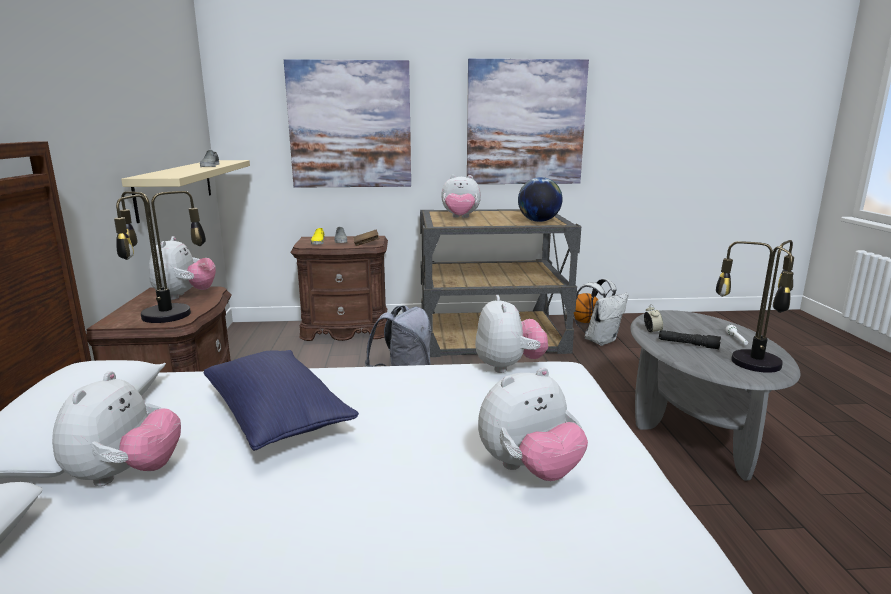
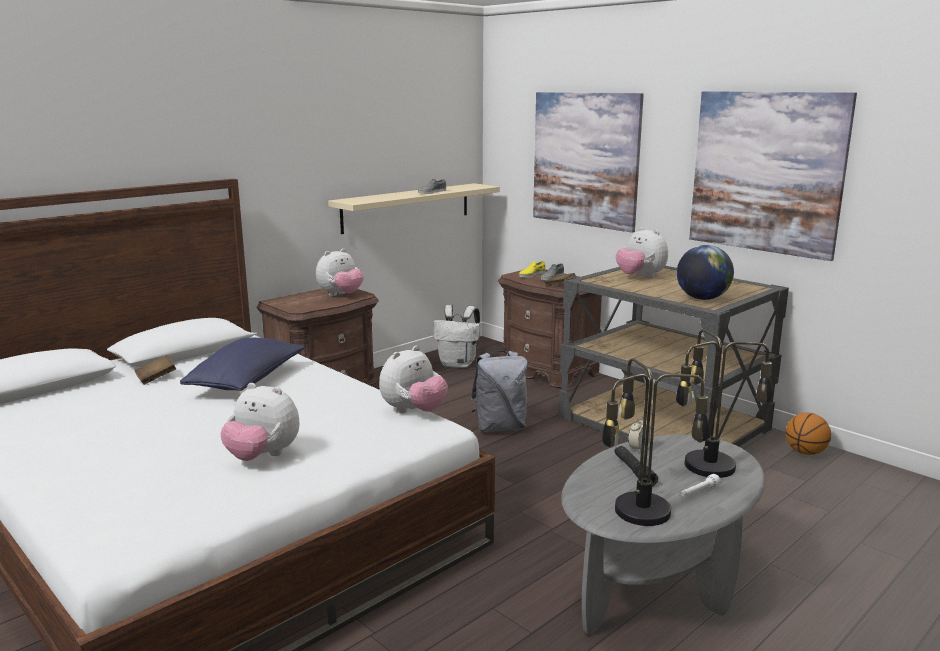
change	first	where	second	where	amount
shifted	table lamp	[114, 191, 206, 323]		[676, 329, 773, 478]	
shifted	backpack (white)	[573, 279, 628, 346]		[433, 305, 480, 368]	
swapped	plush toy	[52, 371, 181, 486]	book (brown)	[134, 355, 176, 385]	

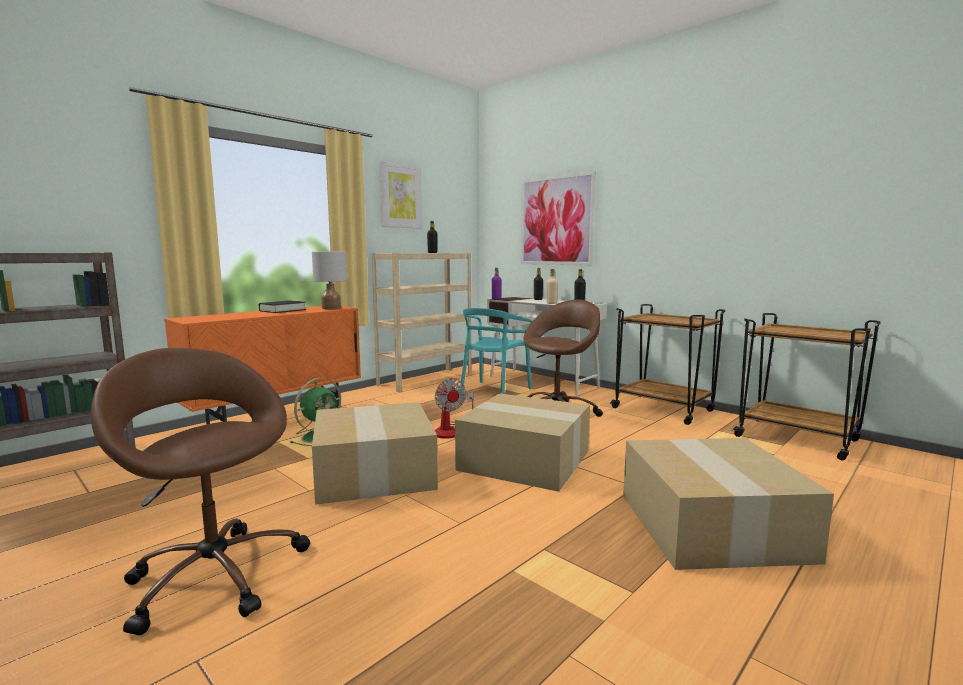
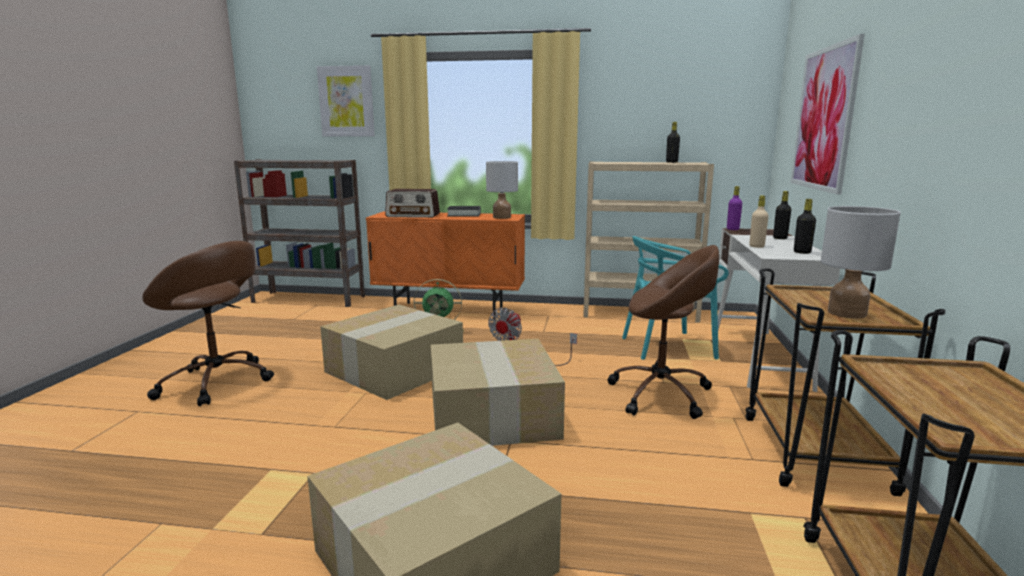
change	first	where	second	where	amount
new			radio	[385, 189, 440, 218]	
new			table lamp (grey)	[821, 206, 901, 319]	
shifted	picture	[379, 161, 423, 229]		[317, 65, 375, 136]	
rotated	office chair (brown)	[91, 348, 310, 635]		[142, 241, 274, 406]	120 degrees clockwise

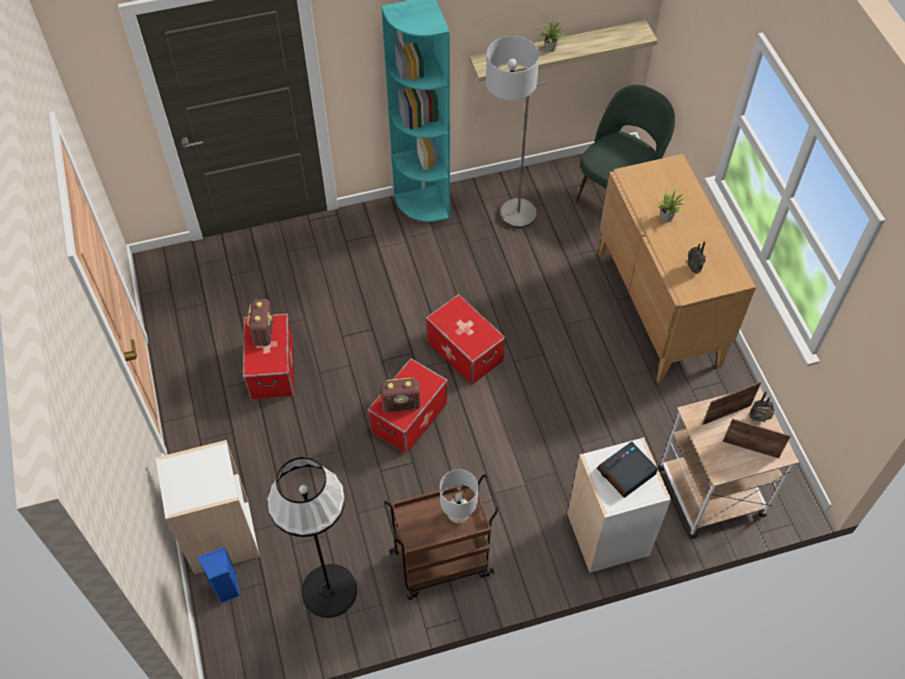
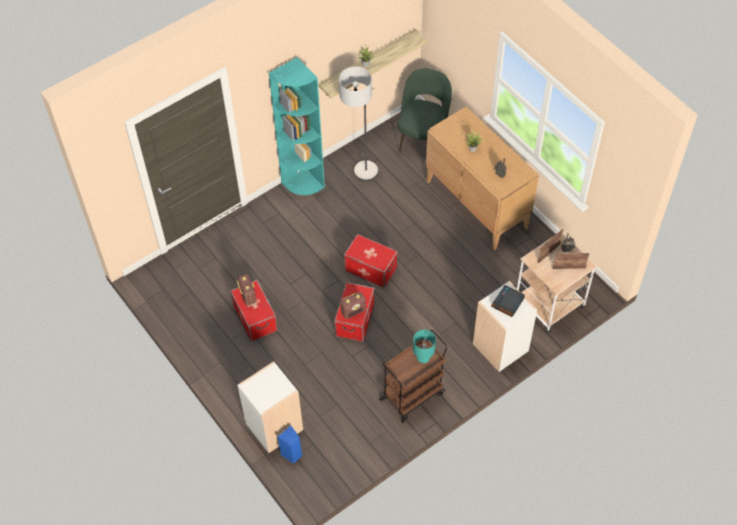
change	first	where	second	where	amount
gone	floor lamp (black)	[267, 457, 357, 618]			
repainted	table lamp (grey)	[440, 469, 478, 523]	table lamp (turquoise)	[413, 330, 436, 363]	

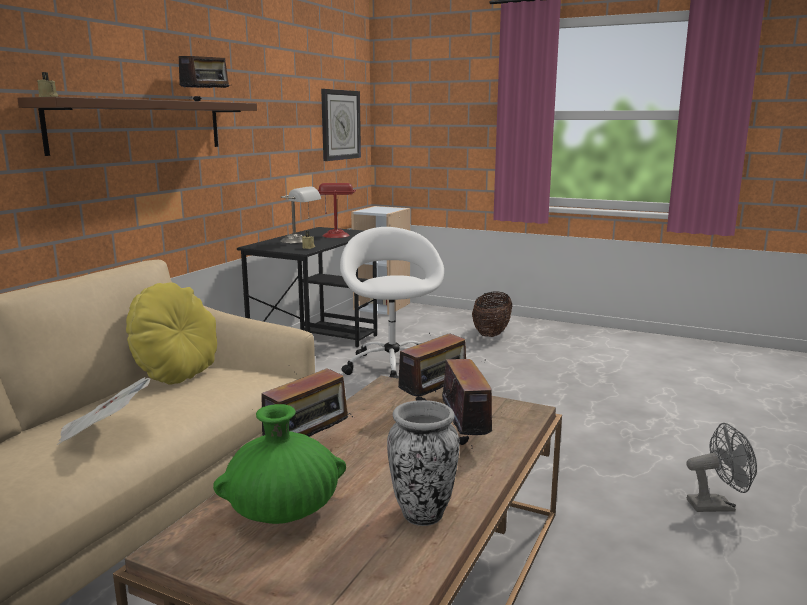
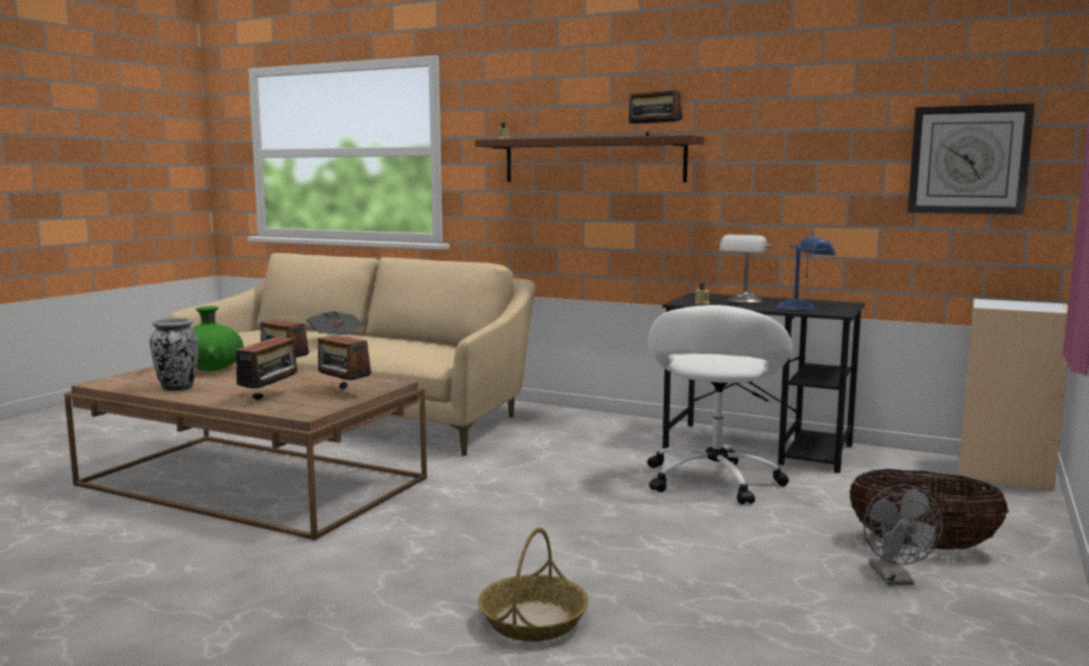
change	first	where	second	where	amount
gone	pillow (yellow)	[126, 282, 217, 385]			
new			basket	[478, 528, 589, 642]	
shifted	fan (grey)	[686, 423, 757, 512]		[863, 484, 943, 585]	
repainted	table lamp (red)	[318, 183, 356, 238]	table lamp (blue)	[776, 236, 836, 310]	
rotated	office chair (white)	[340, 227, 444, 379]		[647, 305, 793, 504]	120 degrees clockwise
rotated	radio	[435, 359, 502, 449]		[236, 329, 302, 400]	60 degrees counterclockwise

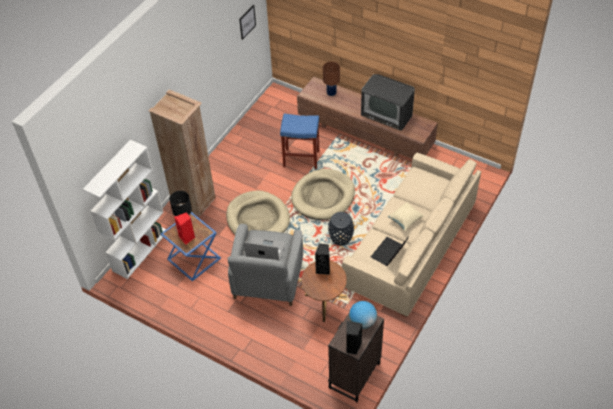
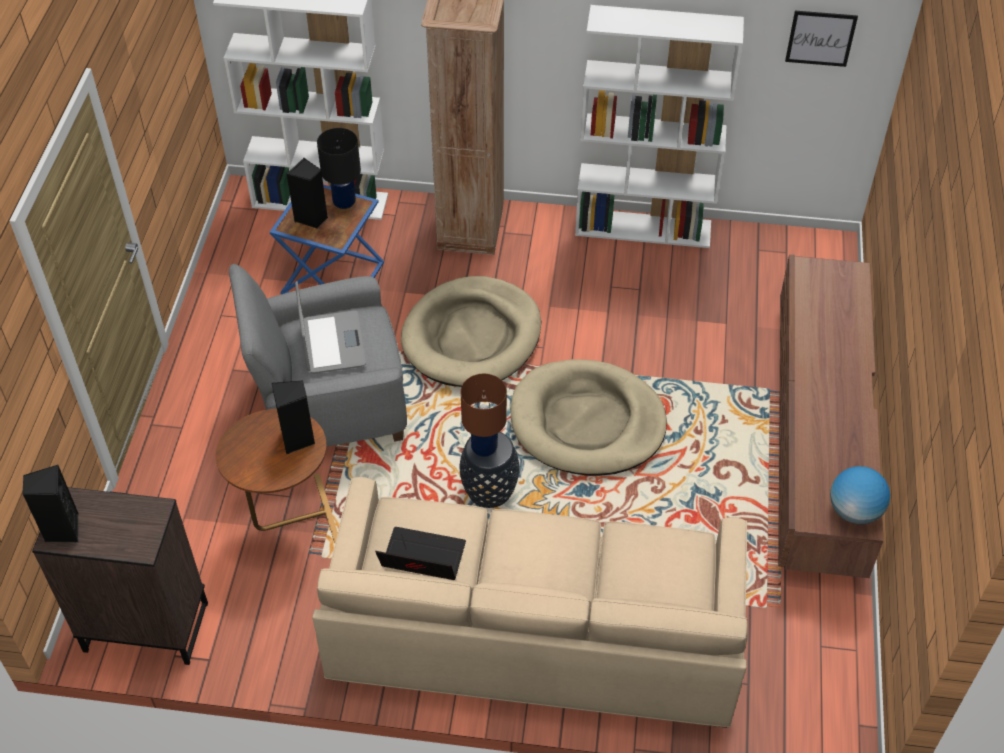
change	first	where	second	where	amount
gone	stool (blue)	[280, 114, 319, 169]			
gone	television	[361, 74, 415, 131]			
gone	pillow (beige)	[388, 202, 424, 231]			
new			bookcase (white)	[575, 5, 744, 248]	
shifted	table lamp (brown)	[323, 62, 340, 96]		[461, 374, 507, 457]	
shifted	globe	[349, 301, 377, 329]		[830, 466, 890, 525]	
repainted	speaker (red)	[174, 212, 195, 245]	speaker (black)	[287, 158, 328, 228]	

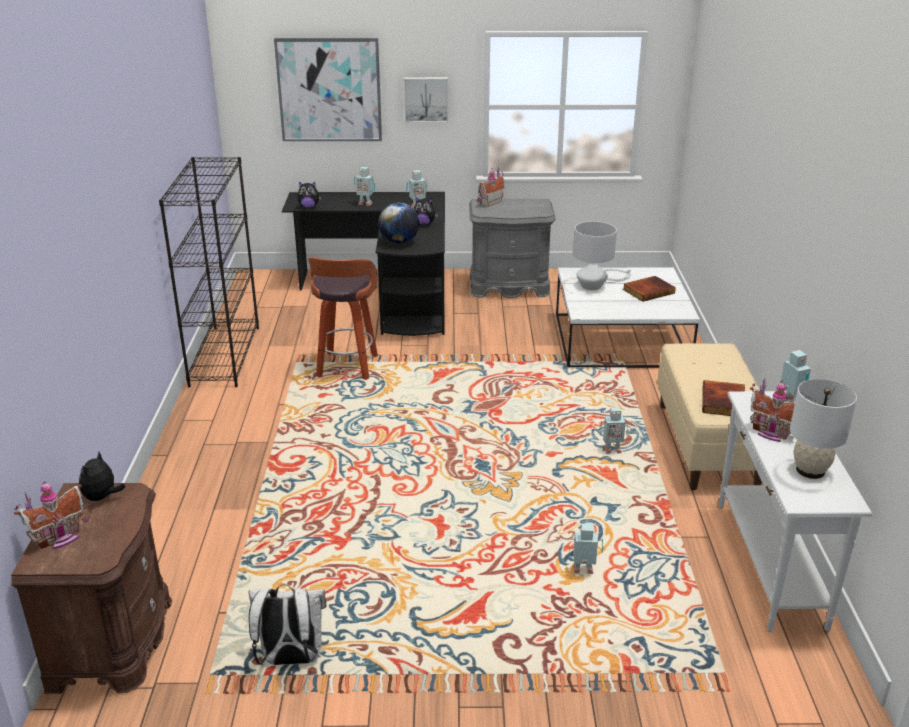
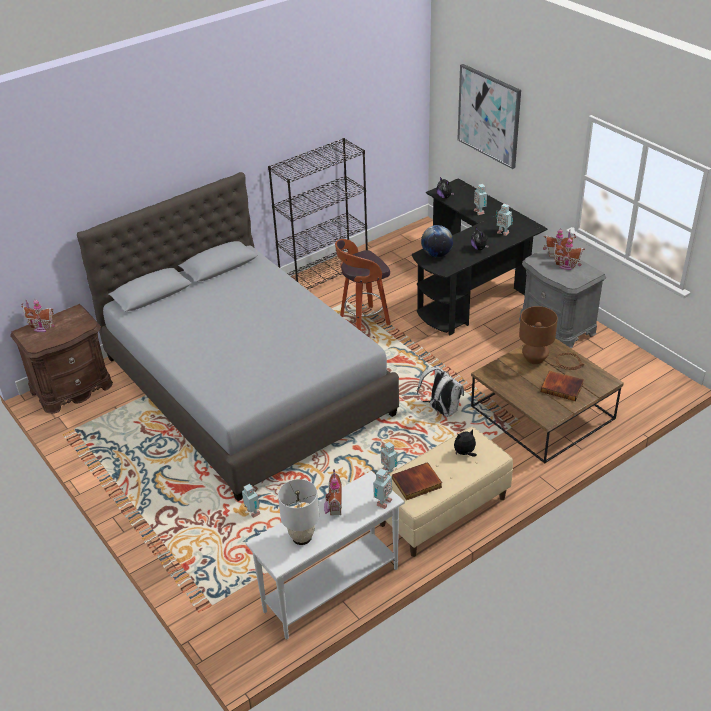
change	first	where	second	where	amount
gone	picture	[404, 77, 448, 123]			
new			bed (grey)	[77, 172, 399, 501]	
new			toy house	[553, 237, 585, 270]	
shifted	plush toy	[79, 452, 125, 501]		[454, 430, 477, 457]	
shifted	backpack (white)	[249, 584, 327, 665]		[417, 366, 464, 417]	
repainted	coffee table (white)	[556, 268, 700, 368]	coffee table (brown)	[471, 338, 624, 463]	
repainted	table lamp (white)	[573, 221, 631, 290]	table lamp (brown)	[519, 306, 584, 370]	

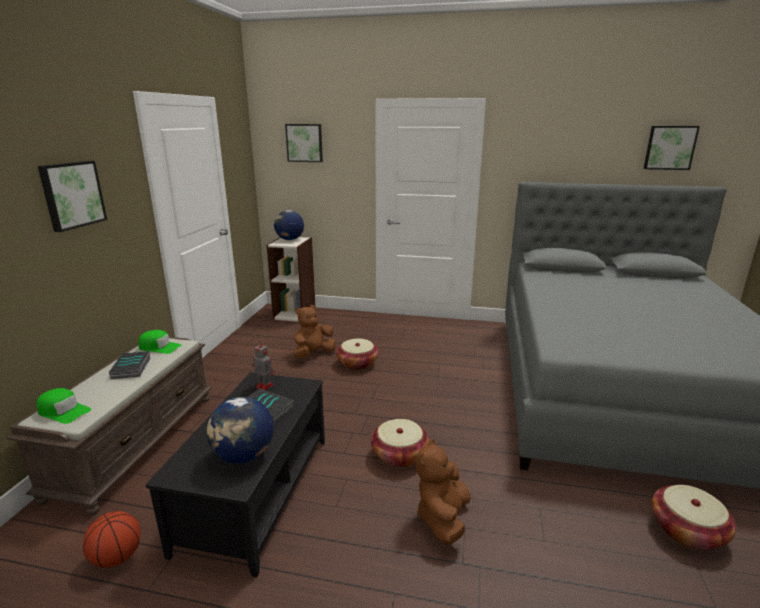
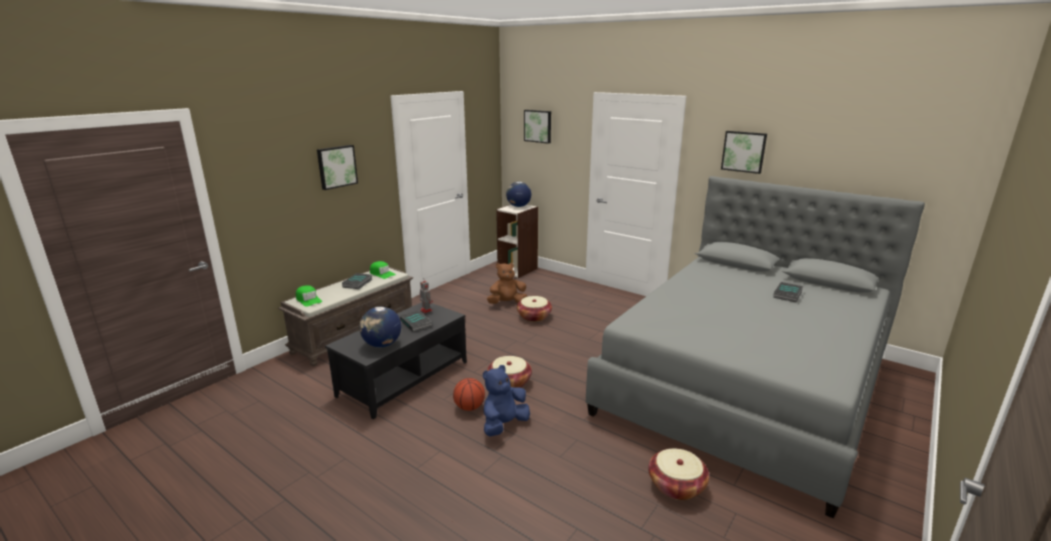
change	first	where	second	where	amount
new			book	[773, 282, 803, 302]	
shifted	basketball	[83, 511, 141, 568]		[453, 378, 485, 411]	
shifted	picture	[644, 126, 700, 170]		[721, 131, 767, 174]	
repainted	plush toy (brown)	[416, 439, 471, 545]	plush toy (blue)	[483, 365, 530, 436]	

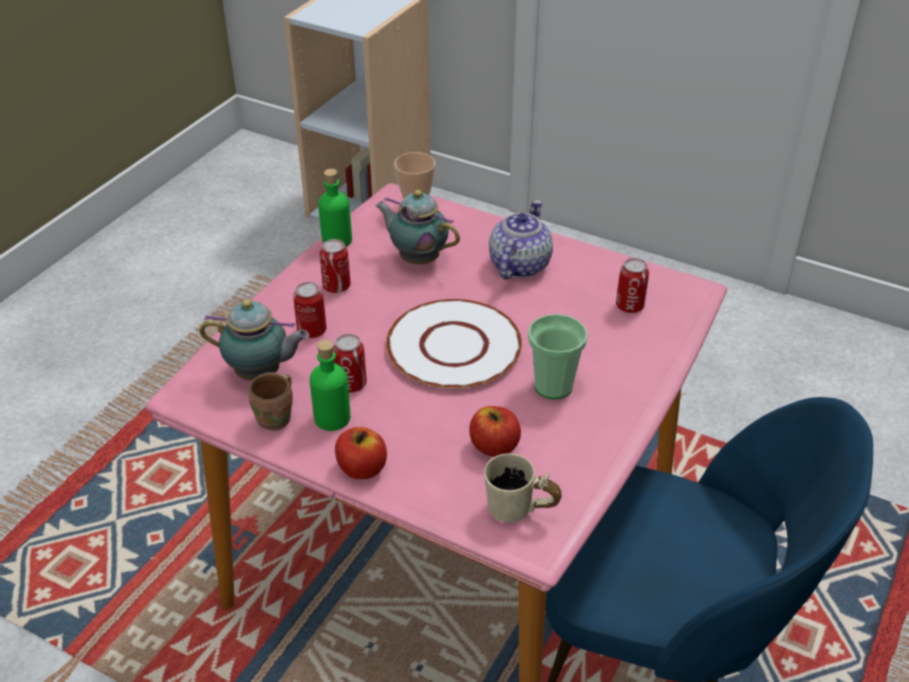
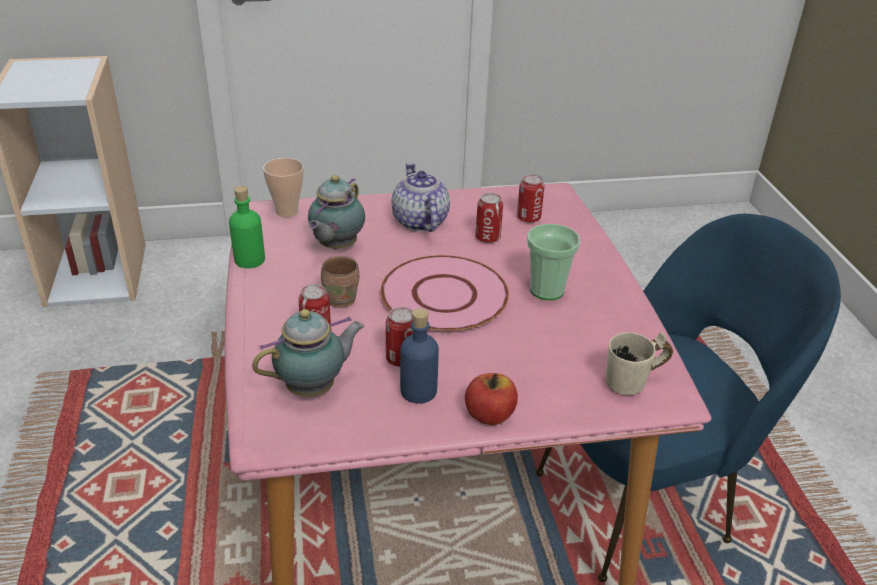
change	first	where	second	where	amount
gone	apple	[469, 406, 521, 457]			
shifted	mug (brown)	[249, 373, 293, 431]		[321, 256, 360, 308]	
shifted	can	[320, 239, 351, 293]		[475, 193, 503, 243]	
repainted	bottle (green)	[310, 340, 350, 431]	bottle (blue)	[400, 308, 439, 404]	
repainted	plate (white)	[386, 299, 522, 389]	plate (pink)	[381, 255, 509, 332]	
rotated	teapot	[375, 190, 460, 264]		[308, 175, 365, 249]	60 degrees counterclockwise

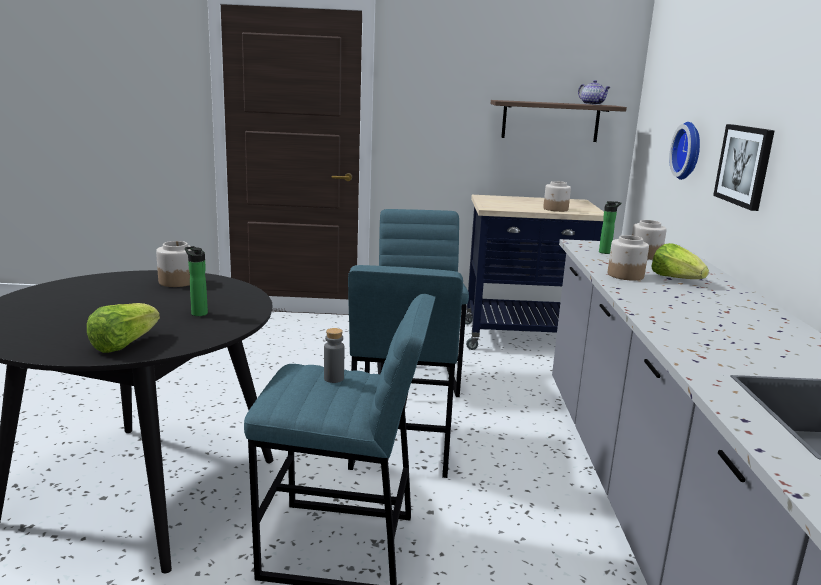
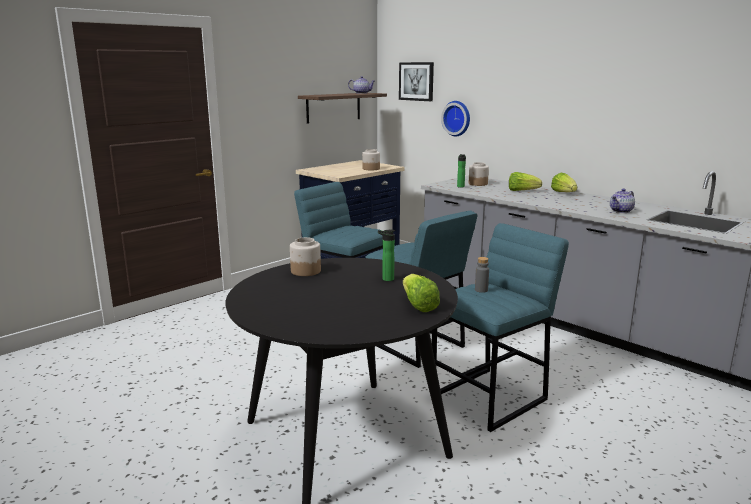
change	first	where	second	where	amount
gone	jar	[608, 235, 649, 280]			
new			lettuce	[551, 173, 577, 192]	
new			teapot	[610, 189, 635, 213]	
shifted	picture	[713, 124, 775, 211]		[399, 62, 434, 101]	

